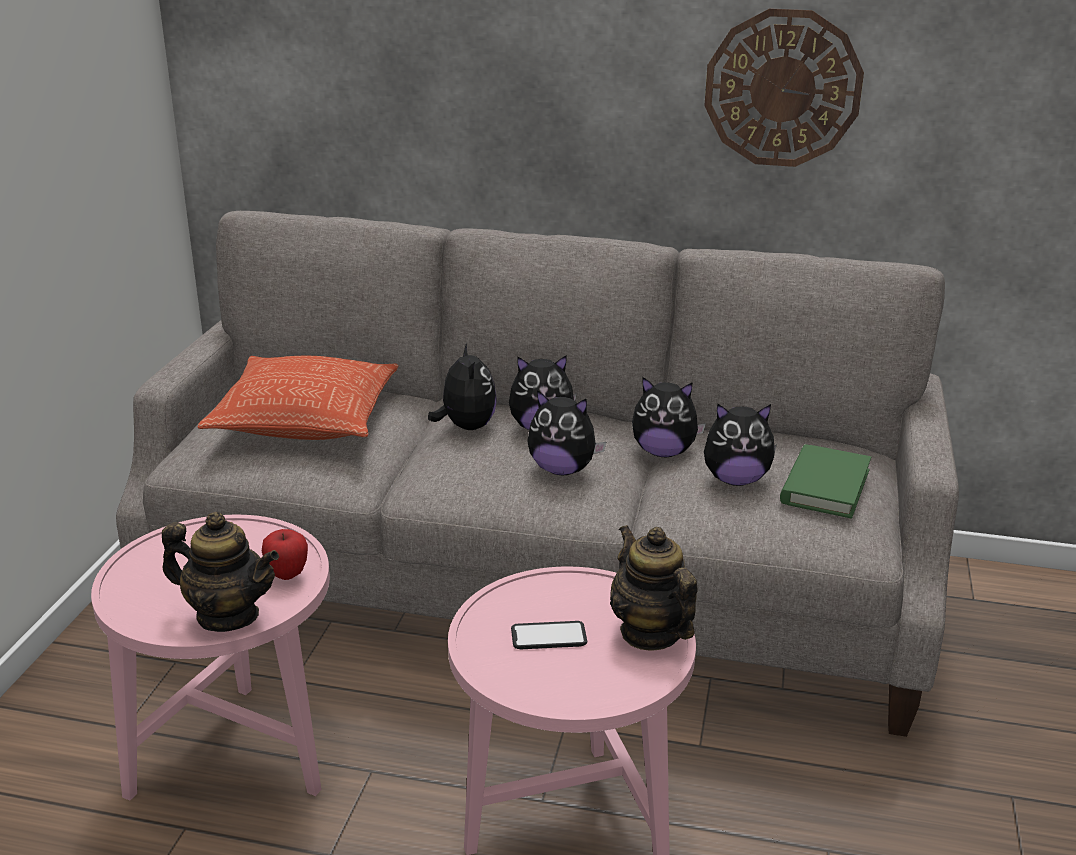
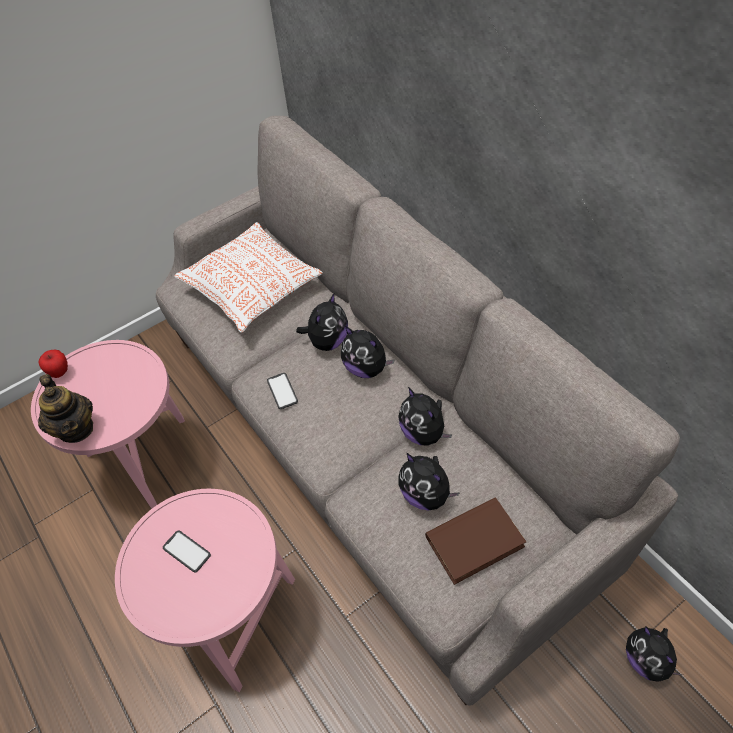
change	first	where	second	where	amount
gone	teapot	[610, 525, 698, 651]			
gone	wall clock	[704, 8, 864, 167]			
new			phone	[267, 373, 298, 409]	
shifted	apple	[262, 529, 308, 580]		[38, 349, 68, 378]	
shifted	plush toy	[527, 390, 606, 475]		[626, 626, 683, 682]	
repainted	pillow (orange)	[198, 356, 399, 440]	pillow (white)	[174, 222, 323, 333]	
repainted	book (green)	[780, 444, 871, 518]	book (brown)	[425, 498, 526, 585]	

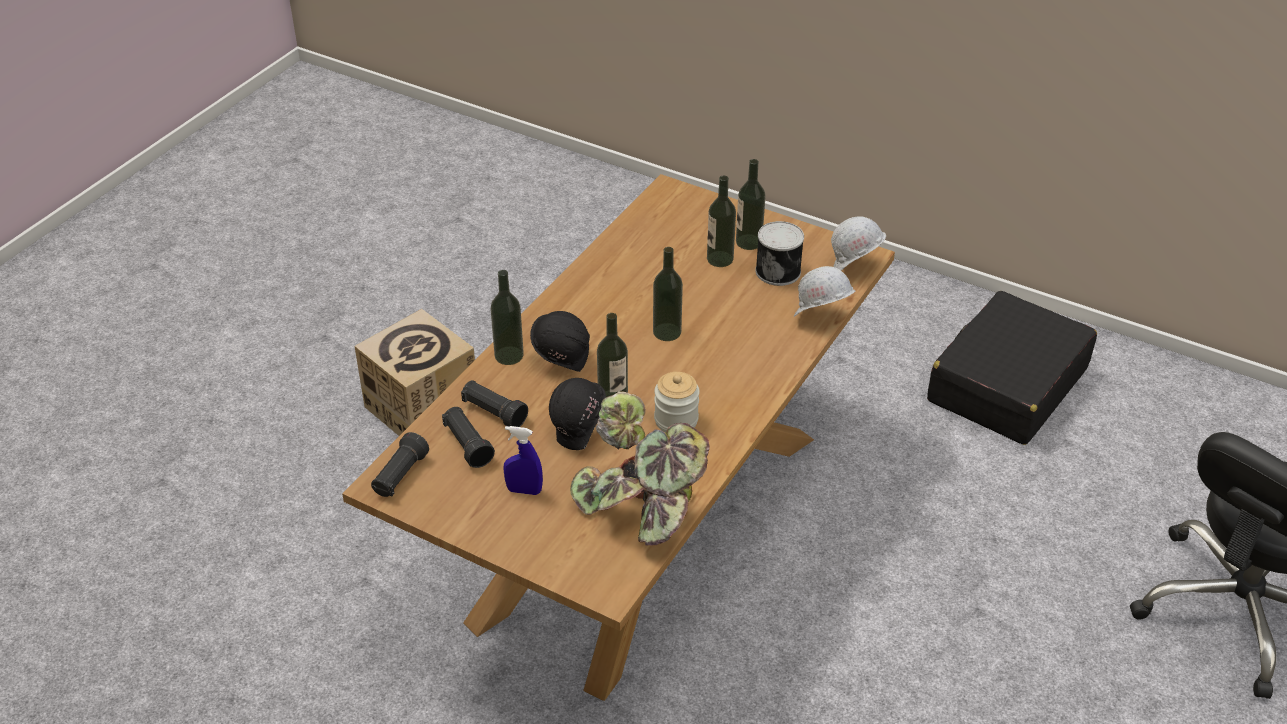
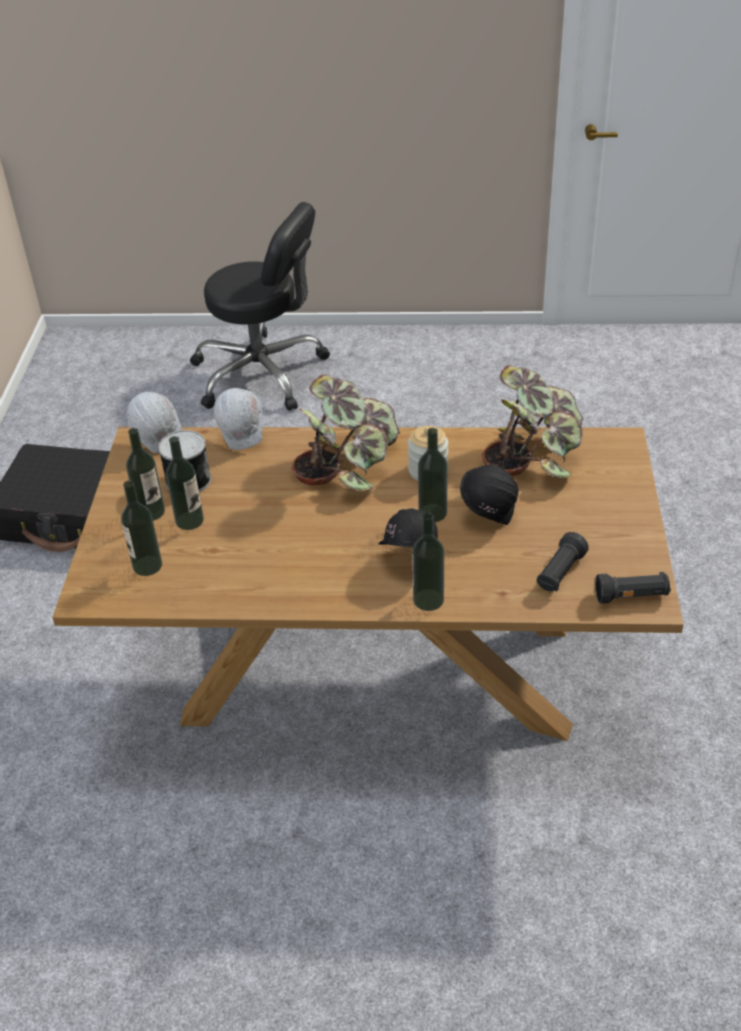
change	first	where	second	where	amount
gone	cardboard box	[354, 309, 475, 436]			
gone	flashlight (black)	[461, 380, 528, 427]			
gone	spray bottle (blue)	[503, 426, 543, 495]			
new			potted plant	[291, 375, 400, 491]	
shifted	bottle	[653, 247, 683, 341]		[121, 480, 162, 576]	

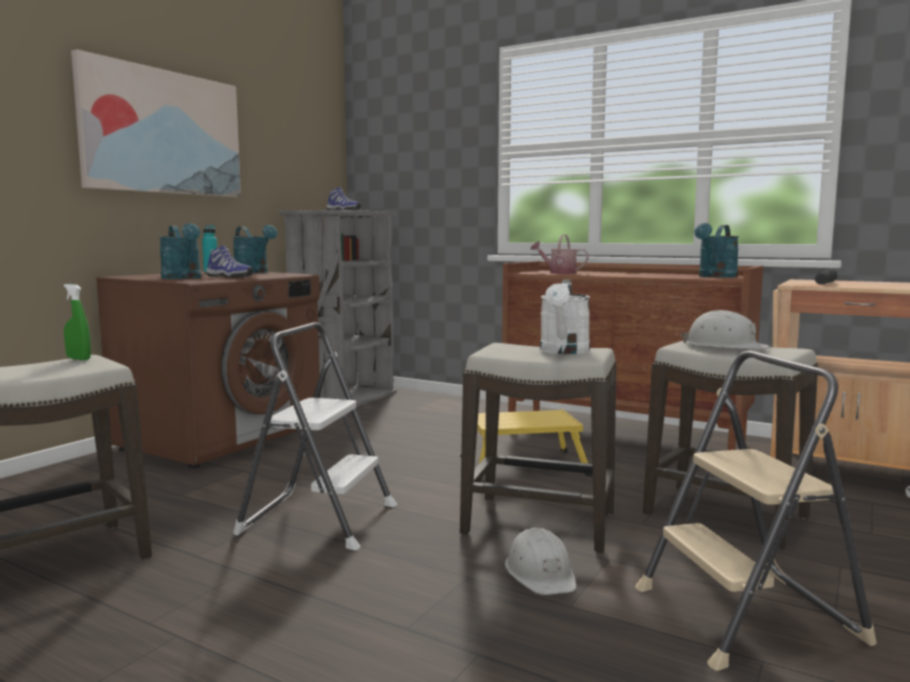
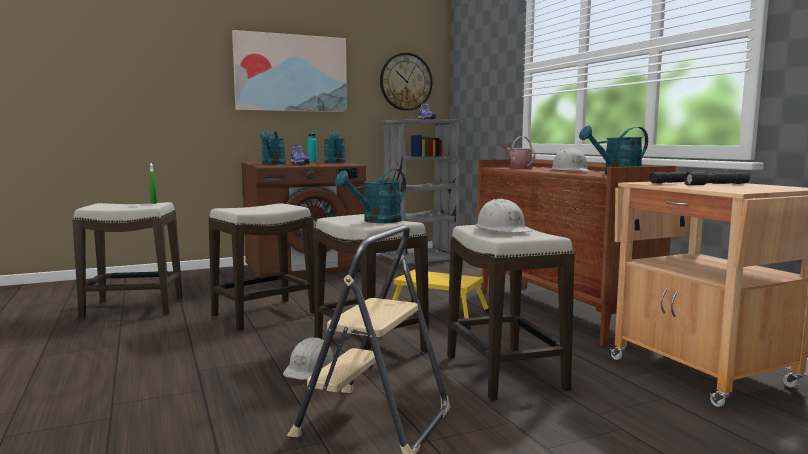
change	first	where	second	where	amount
new			wall clock	[380, 53, 432, 111]	
new			hard hat (white)	[551, 148, 590, 171]	
new			flashlight (grey)	[683, 172, 750, 185]	
swapped	step ladder (white)	[233, 322, 397, 550]	stool	[208, 203, 314, 330]	
repainted	watering can (white)	[540, 279, 590, 354]	watering can (turquoise)	[335, 169, 406, 223]	

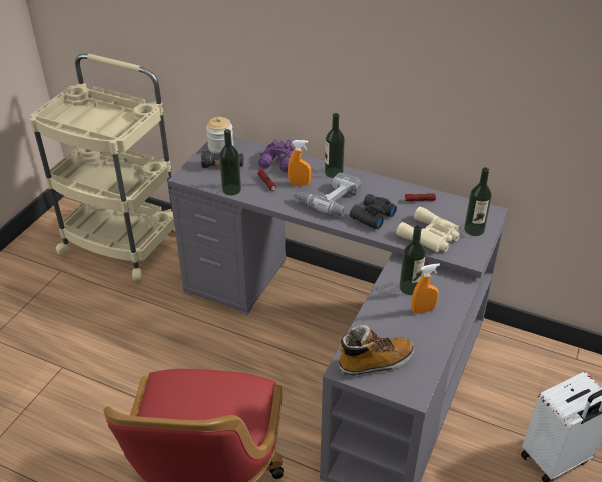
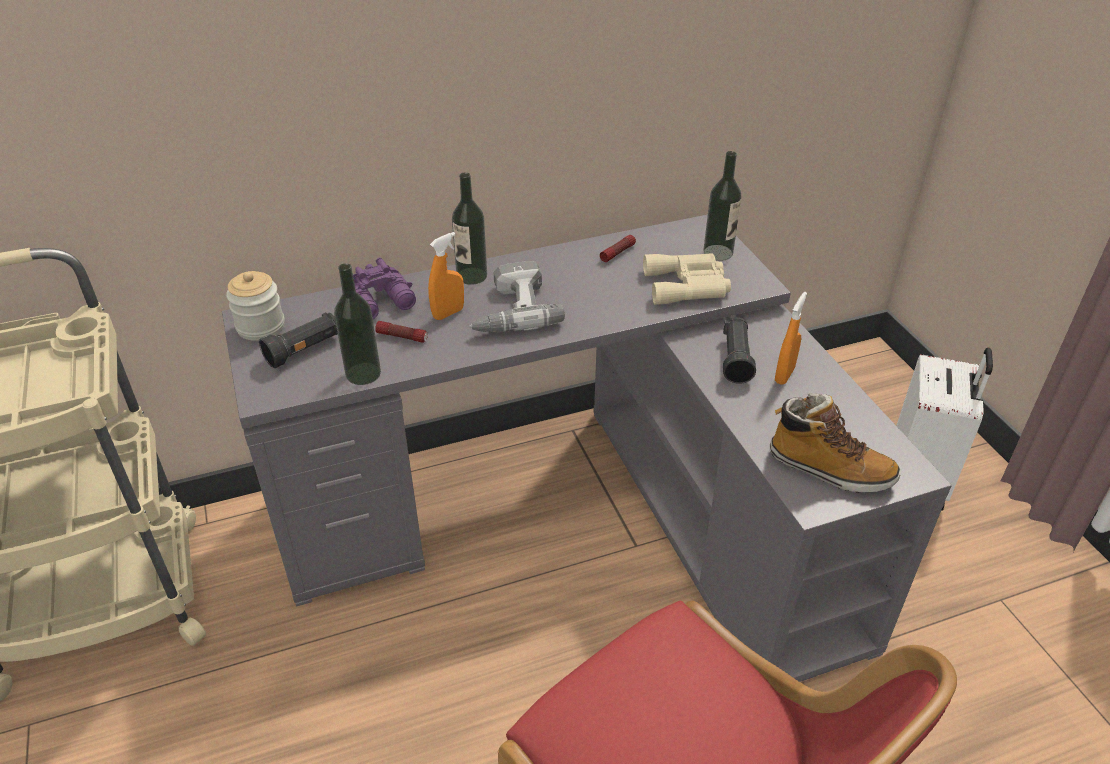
change	first	where	second	where	amount
gone	binoculars (black)	[350, 194, 397, 229]			
swapped	bottle	[399, 225, 426, 295]	flashlight (black)	[723, 317, 756, 384]	
rotated	boot	[338, 324, 414, 376]		[770, 393, 901, 493]	90 degrees clockwise

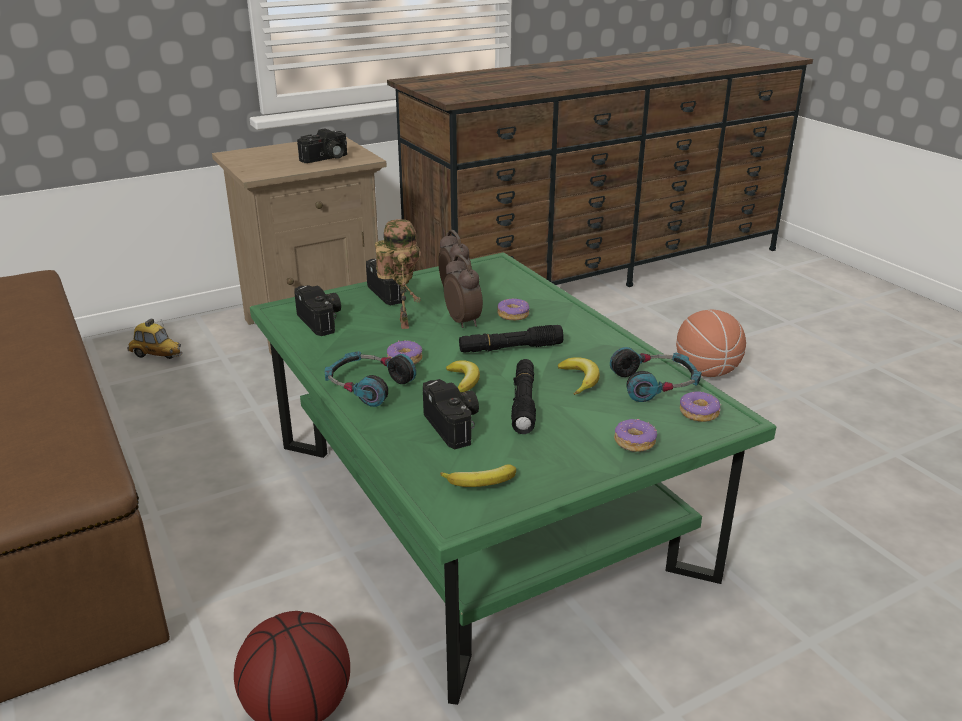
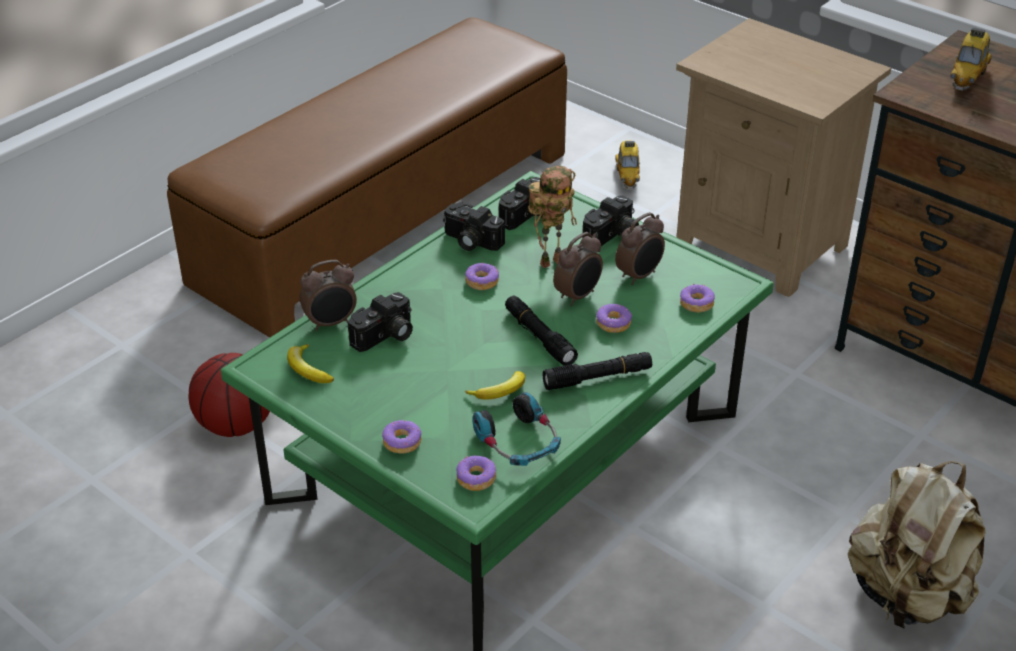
change	first	where	second	where	amount
gone	headphones	[325, 351, 416, 407]			
gone	banana	[446, 360, 480, 392]			
new			alarm clock	[299, 260, 357, 331]	
new			donut	[680, 283, 715, 313]	
new			toy car	[950, 28, 992, 91]	
shifted	photo camera	[297, 128, 347, 163]		[443, 202, 505, 251]	
shifted	flashlight (black)	[511, 359, 536, 434]		[543, 352, 652, 390]	
swapped	basketball	[676, 310, 746, 377]	backpack (beige)	[847, 461, 986, 629]	

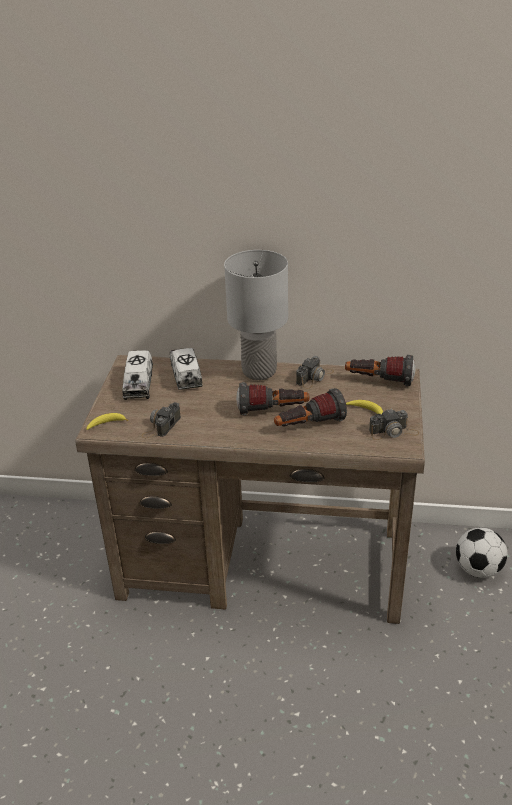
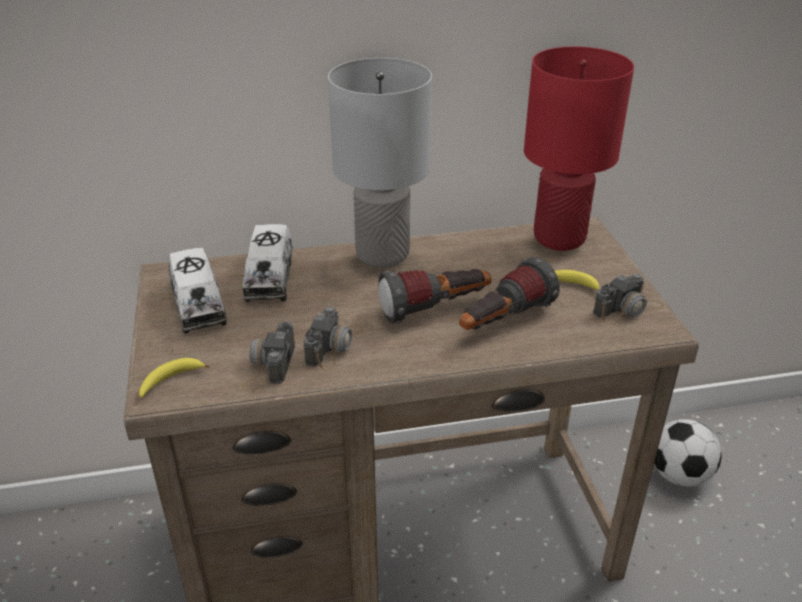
change	first	where	second	where	amount
shifted	photo camera	[296, 356, 334, 389]		[304, 307, 363, 370]	
swapped	flashlight	[345, 355, 415, 386]	table lamp (red)	[524, 46, 634, 251]	
rotated	toy truck	[170, 348, 203, 390]		[242, 224, 293, 302]	150 degrees counterclockwise

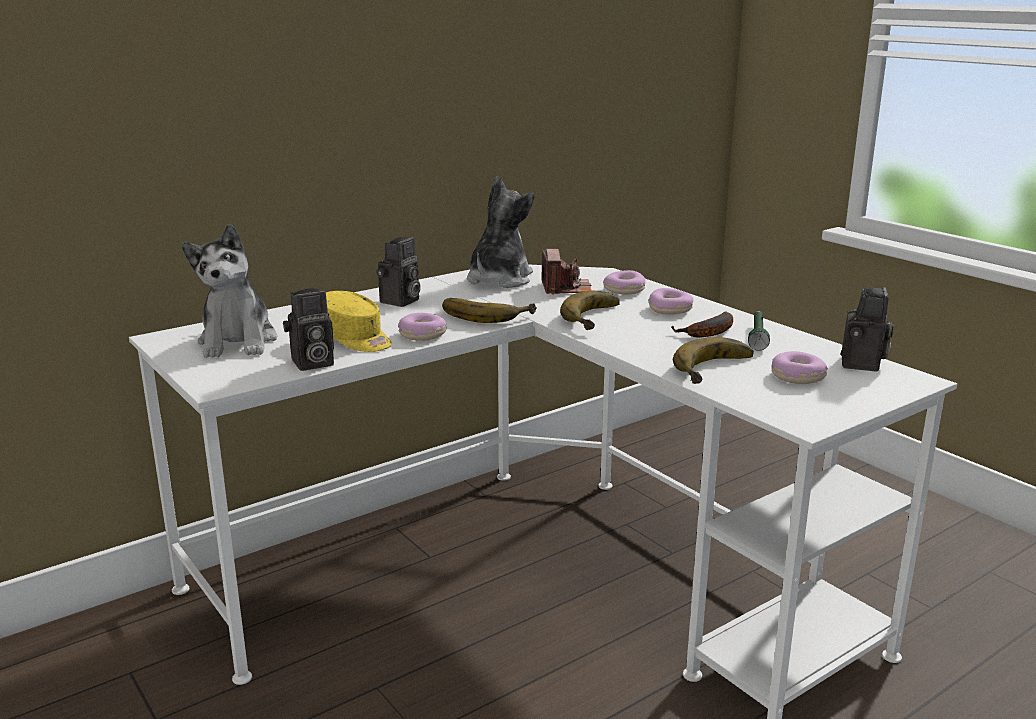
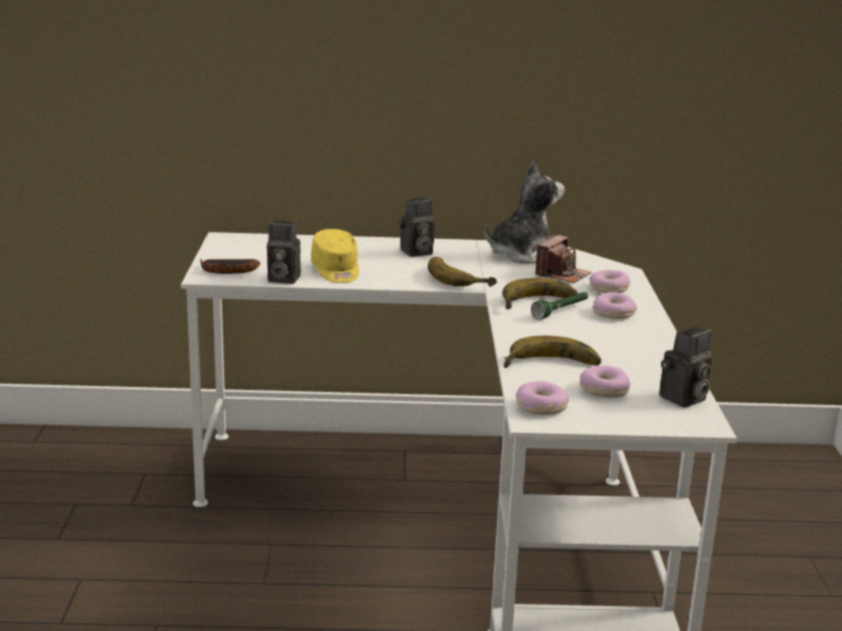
change	first	where	second	where	amount
gone	plush toy	[182, 224, 277, 358]			
shifted	donut	[398, 313, 447, 341]		[516, 381, 569, 415]	
shifted	banana	[671, 311, 733, 338]		[200, 259, 260, 274]	
shifted	flashlight (green)	[748, 311, 770, 351]		[531, 292, 588, 319]	

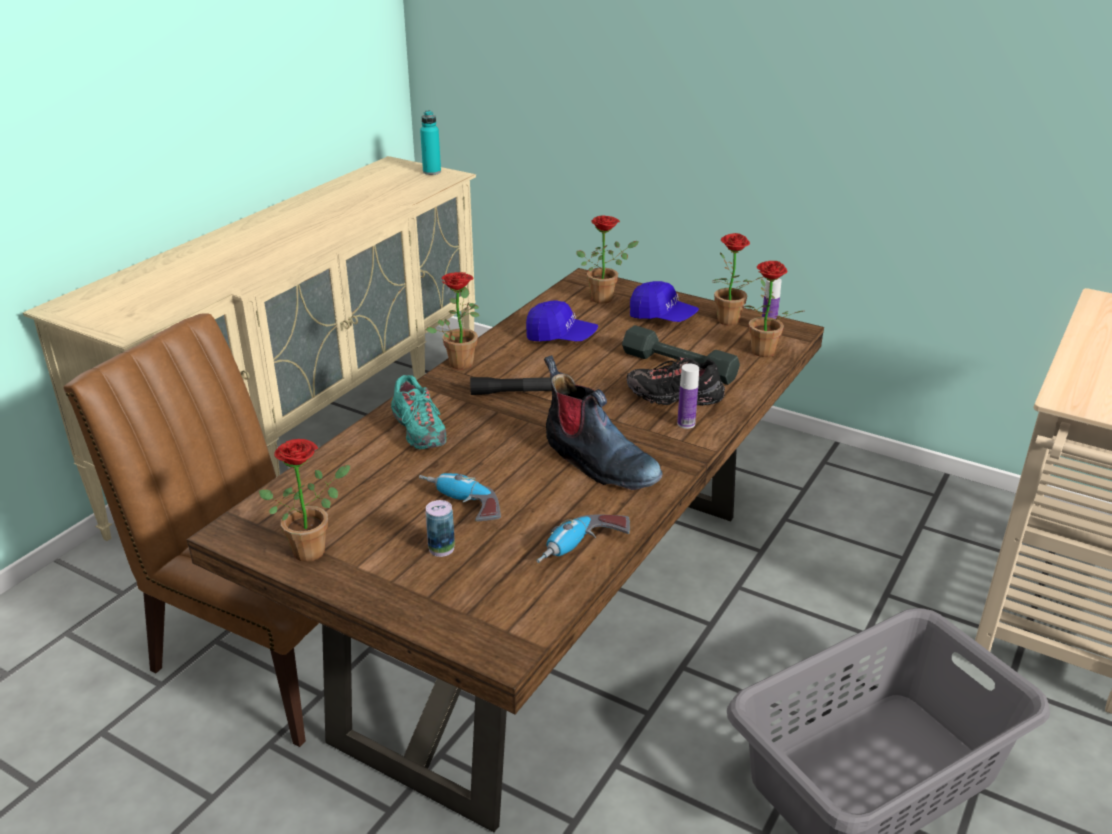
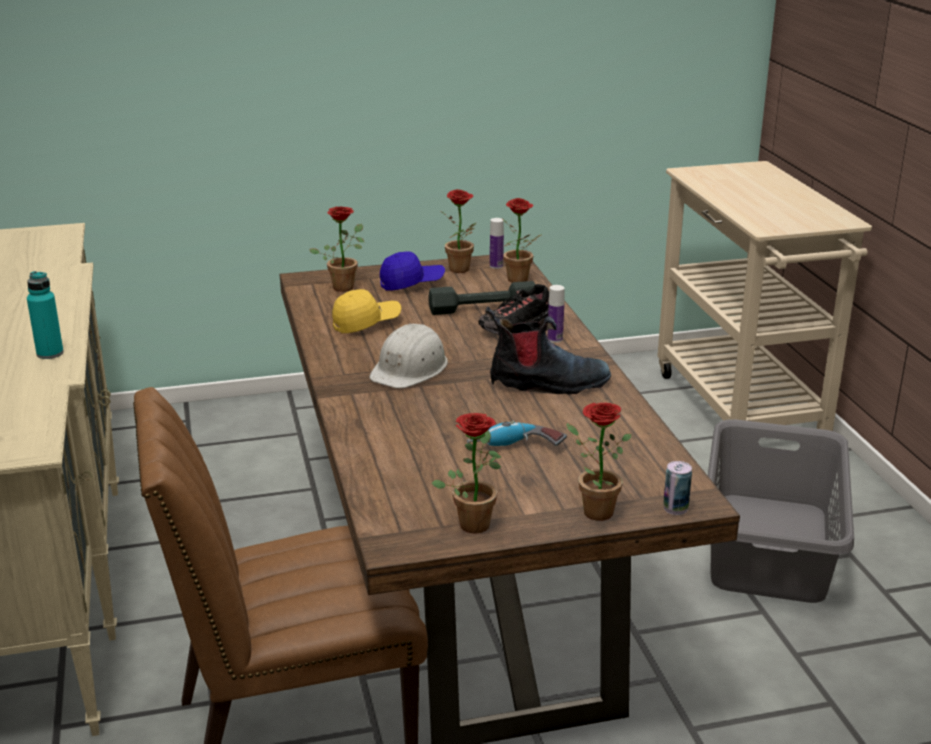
change	first	where	second	where	amount
gone	shoe (turquoise)	[391, 375, 446, 449]			
gone	power drill	[536, 515, 630, 563]			
shifted	bottle (turquoise)	[420, 110, 441, 175]		[27, 271, 64, 359]	
shifted	can	[425, 500, 455, 557]		[663, 461, 692, 515]	
shifted	potted plant	[426, 272, 480, 369]		[566, 403, 632, 521]	
swapped	flashlight (black)	[470, 377, 552, 395]	hard hat (white)	[369, 324, 448, 388]	
repainted	cap (blue)	[526, 300, 598, 341]	cap (yellow)	[332, 289, 401, 333]	

